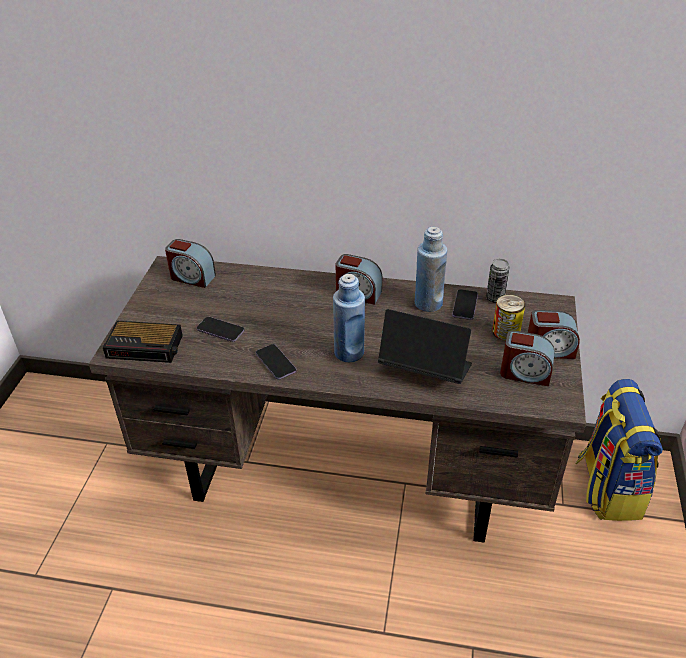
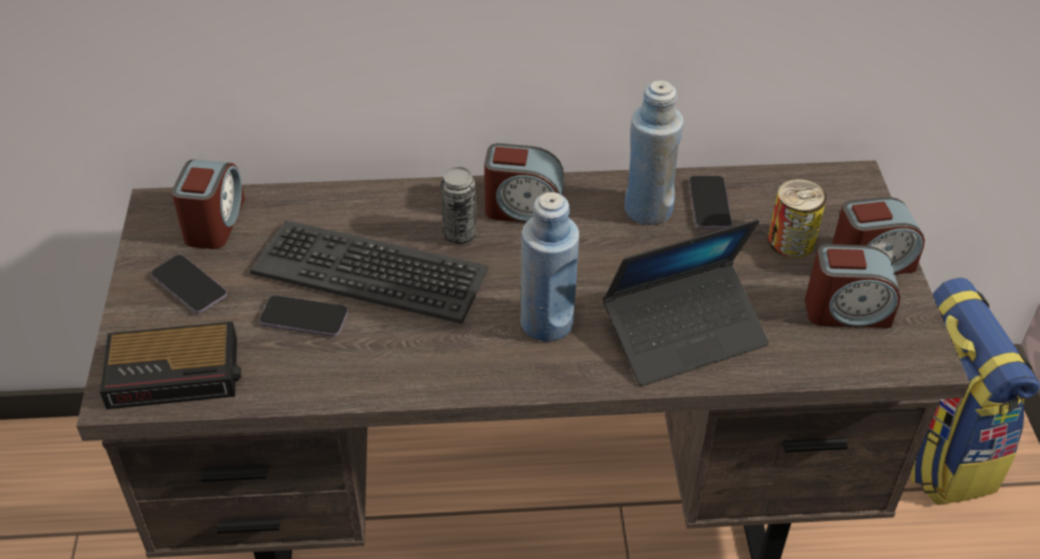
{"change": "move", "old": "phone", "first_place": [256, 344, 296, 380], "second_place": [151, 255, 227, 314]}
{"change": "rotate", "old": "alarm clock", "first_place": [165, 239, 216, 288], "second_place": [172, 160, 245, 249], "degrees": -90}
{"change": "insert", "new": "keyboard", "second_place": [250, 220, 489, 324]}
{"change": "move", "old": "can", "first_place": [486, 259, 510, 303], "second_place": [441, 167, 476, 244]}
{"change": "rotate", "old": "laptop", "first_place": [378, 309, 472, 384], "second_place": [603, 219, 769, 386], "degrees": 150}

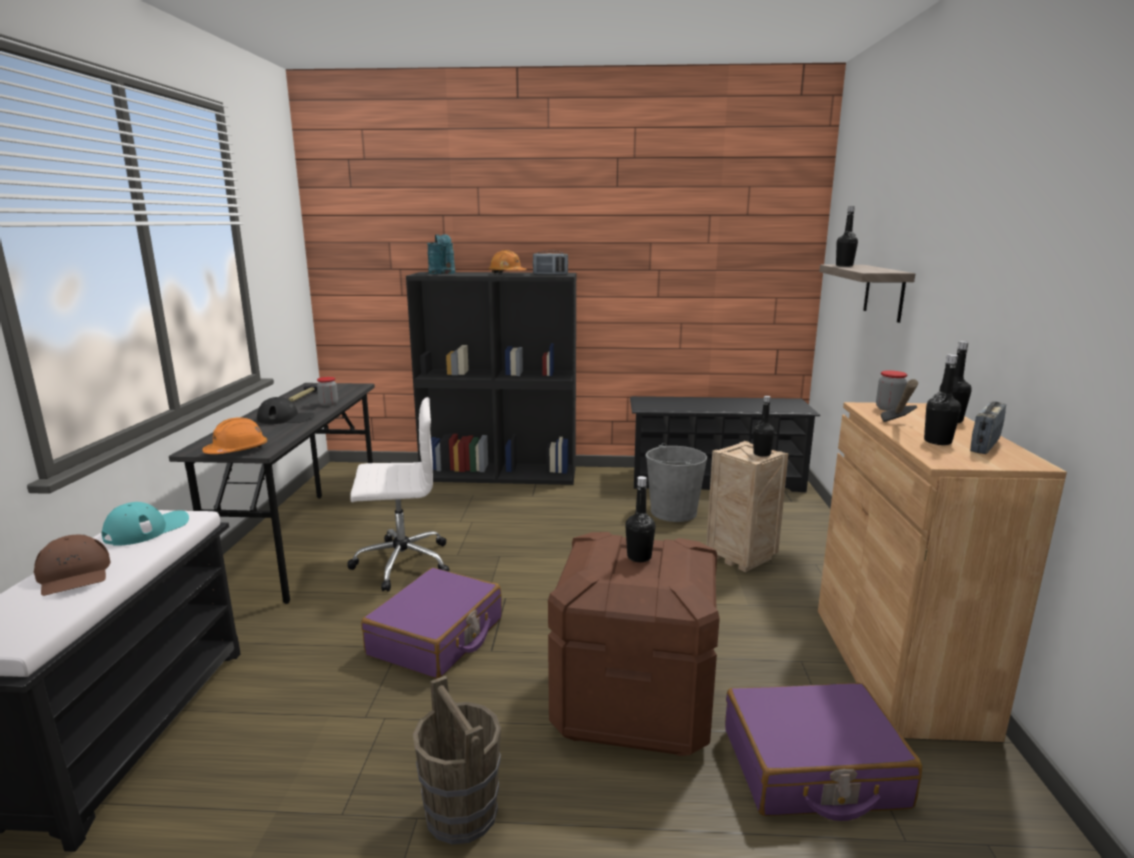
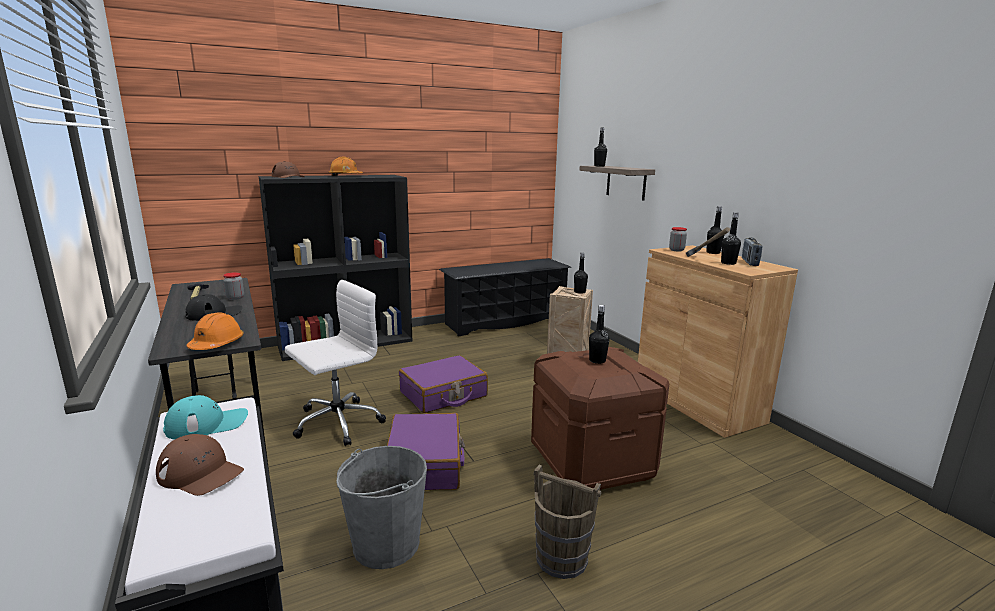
{"change": "rotate", "old": "cap/turquoise", "first_place": [102, 502, 189, 546], "second_place": [163, 395, 248, 440], "degrees": 60}
{"change": "replace", "old": "watering can/turquoise", "new": "cap/brown", "first_place": [427, 234, 455, 274], "second_place": [272, 161, 305, 178]}
{"change": "move", "old": "bucket/grey", "first_place": [646, 443, 707, 522], "second_place": [336, 446, 427, 569]}
{"change": "move", "old": "suitcase/purple", "first_place": [725, 683, 922, 821], "second_place": [399, 355, 488, 413]}
{"change": "delete", "old": "radio", "first_place": [533, 251, 568, 275]}

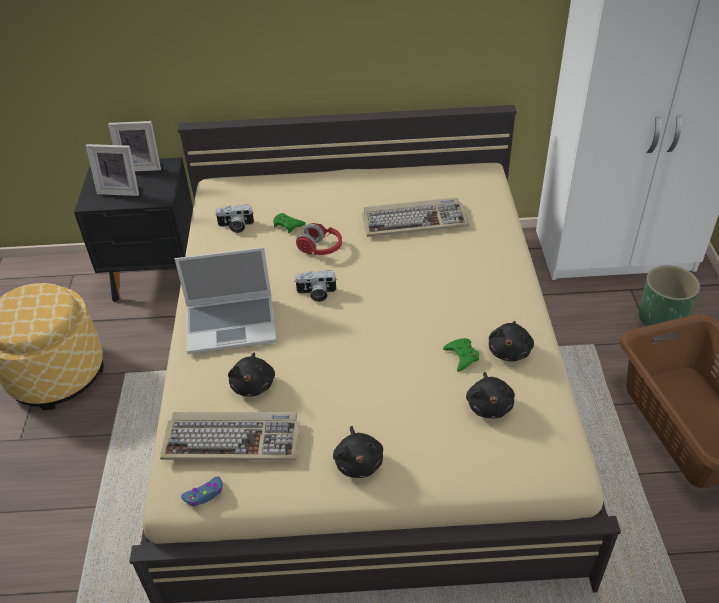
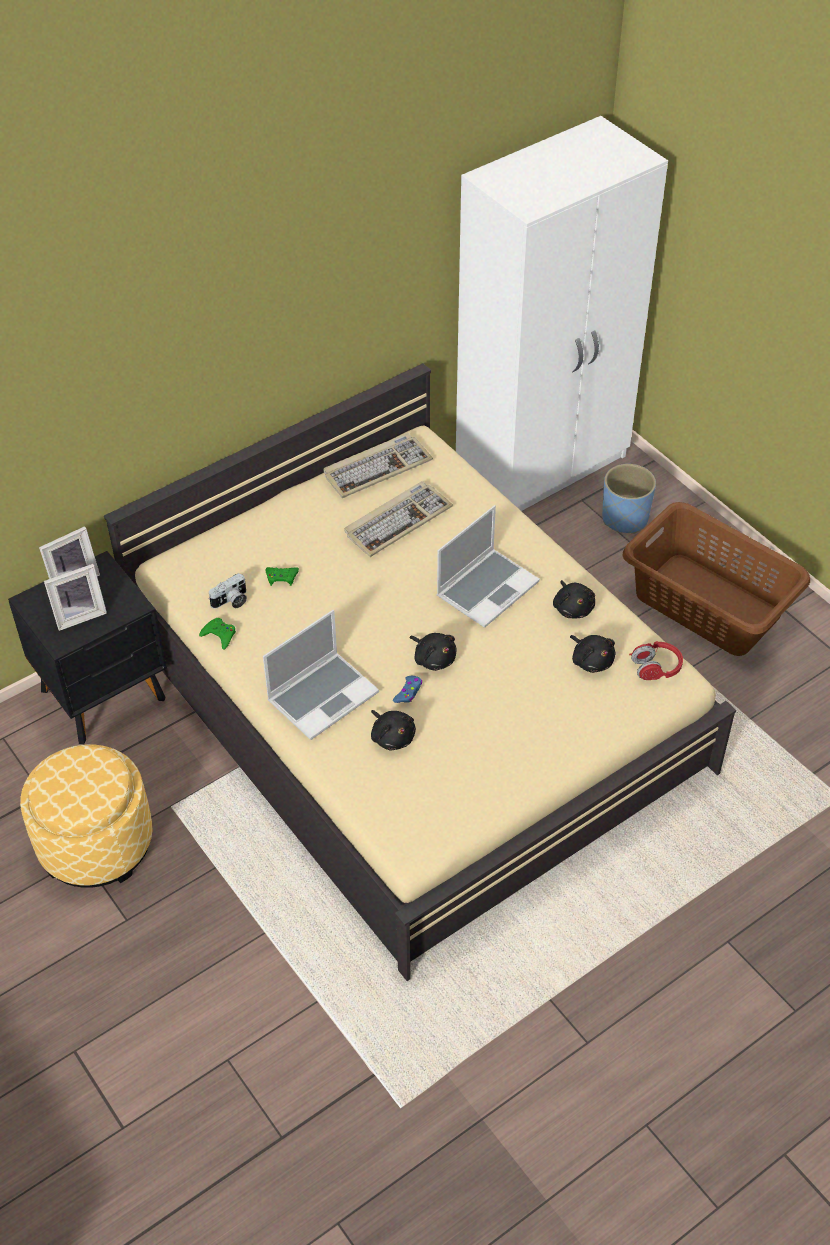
{"change": "move", "old": "game controller/green", "first_place": [443, 338, 479, 372], "second_place": [199, 618, 236, 650]}
{"change": "move", "old": "keyboard", "first_place": [160, 412, 300, 461], "second_place": [324, 433, 433, 498]}
{"change": "move", "old": "game controller/blue", "first_place": [181, 476, 223, 507], "second_place": [393, 676, 422, 703]}
{"change": "move", "old": "plush toy/black", "first_place": [333, 426, 383, 478], "second_place": [410, 633, 457, 671]}
{"change": "insert", "new": "laptop", "second_place": [437, 505, 540, 628]}
{"change": "recolor", "old": "planter/green", "new": "planter/blue", "first_place": [639, 265, 700, 334], "second_place": [602, 464, 656, 534]}
{"change": "move", "old": "headphones/red", "first_place": [296, 223, 342, 255], "second_place": [629, 641, 683, 680]}
{"change": "delete", "old": "photo camera", "first_place": [294, 270, 337, 302]}

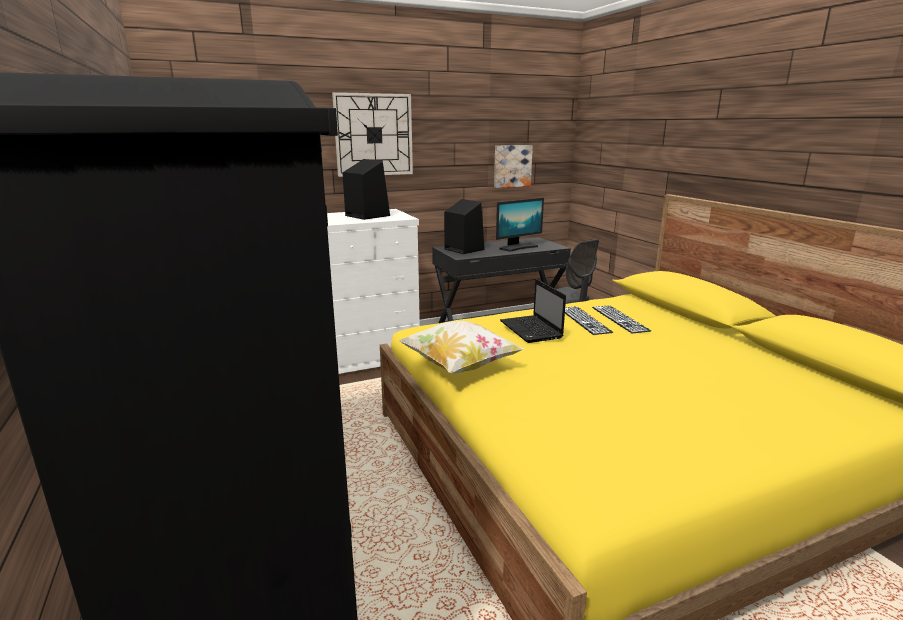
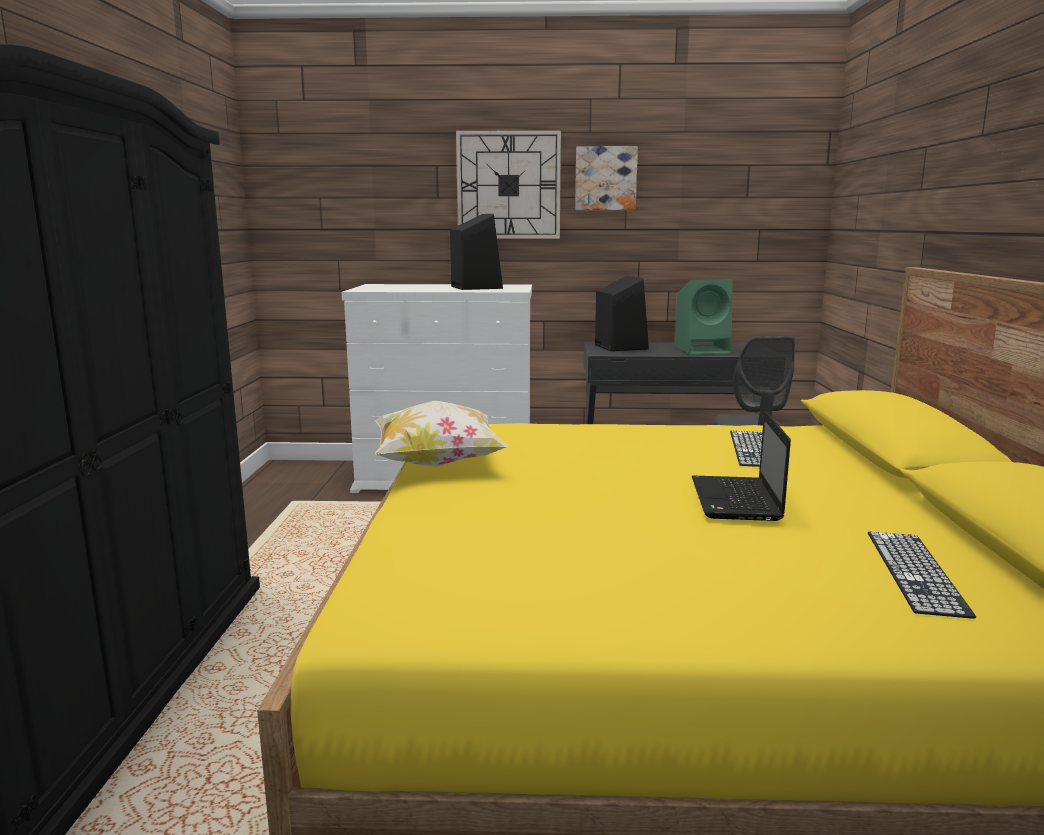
{"change": "move", "old": "picture", "first_place": [494, 145, 533, 188], "second_place": [575, 146, 638, 210]}
{"change": "replace", "old": "monitor", "new": "speaker/green", "first_place": [496, 198, 544, 252], "second_place": [675, 279, 733, 355]}
{"change": "move", "old": "laptop", "first_place": [500, 279, 566, 343], "second_place": [692, 411, 791, 521]}
{"change": "move", "old": "keyboard", "first_place": [565, 306, 613, 335], "second_place": [868, 532, 976, 619]}

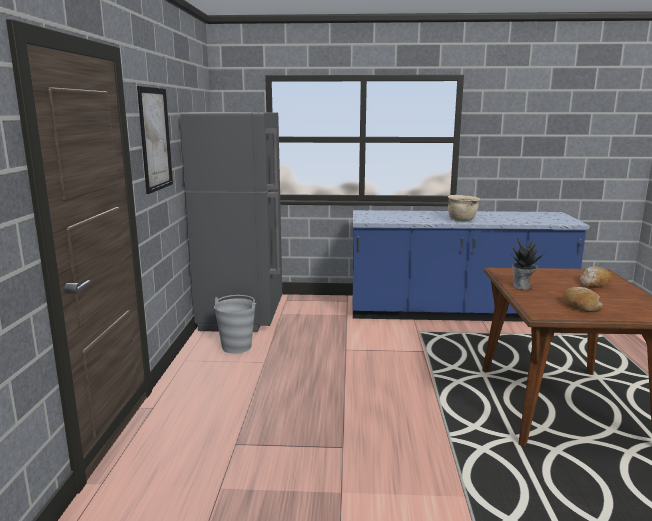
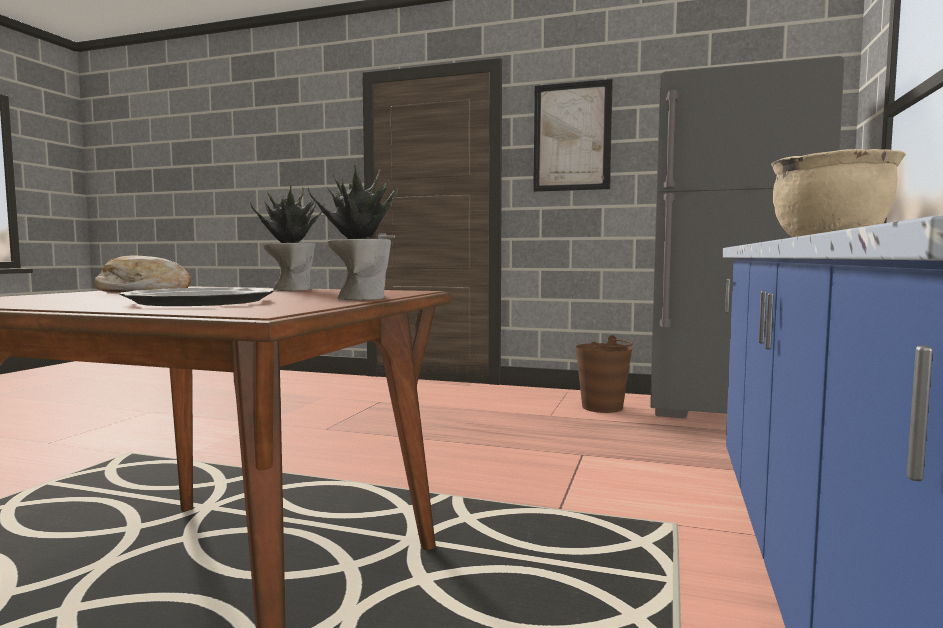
{"change": "replace", "old": "bread", "new": "plate", "first_place": [580, 266, 612, 288], "second_place": [119, 287, 275, 306]}
{"change": "insert", "new": "potted plant", "second_place": [308, 163, 398, 300]}
{"change": "recolor", "old": "bucket/grey", "new": "bucket/brown", "first_place": [214, 295, 256, 353], "second_place": [576, 335, 633, 413]}

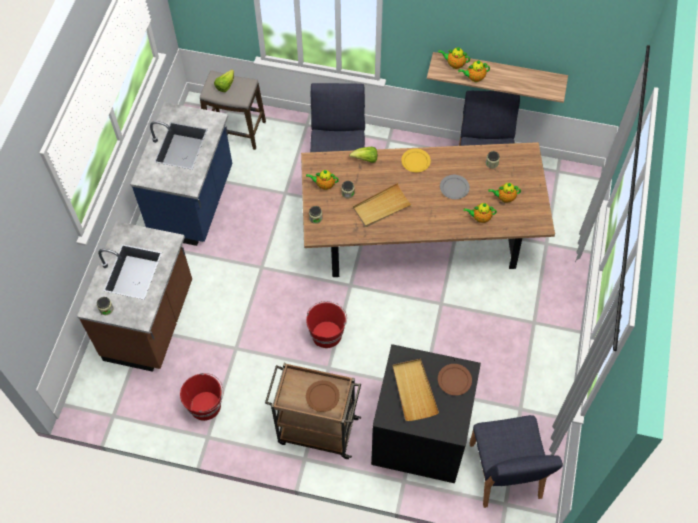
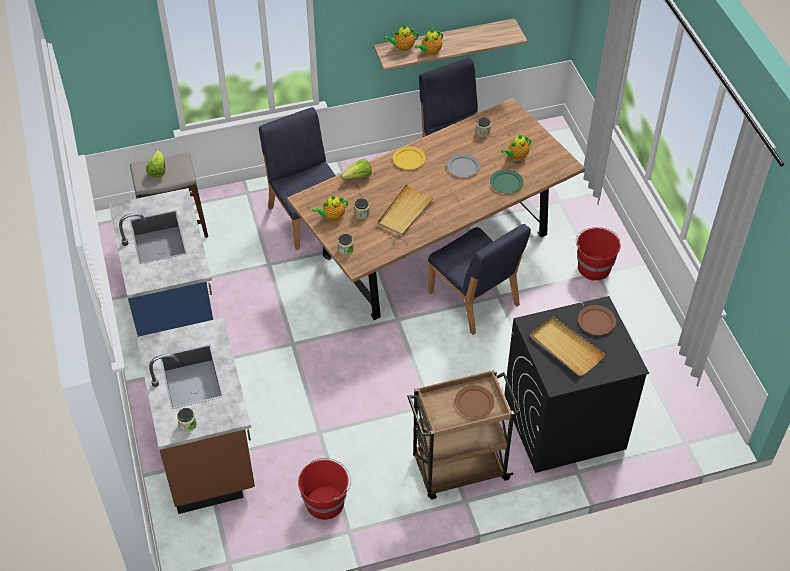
{"change": "move", "old": "chair/blue", "first_place": [469, 415, 563, 508], "second_place": [428, 224, 531, 335]}
{"change": "replace", "old": "teapot", "new": "plate/green", "first_place": [463, 203, 497, 223], "second_place": [490, 169, 524, 193]}
{"change": "move", "old": "bucket/red", "first_place": [306, 301, 347, 348], "second_place": [576, 227, 621, 281]}

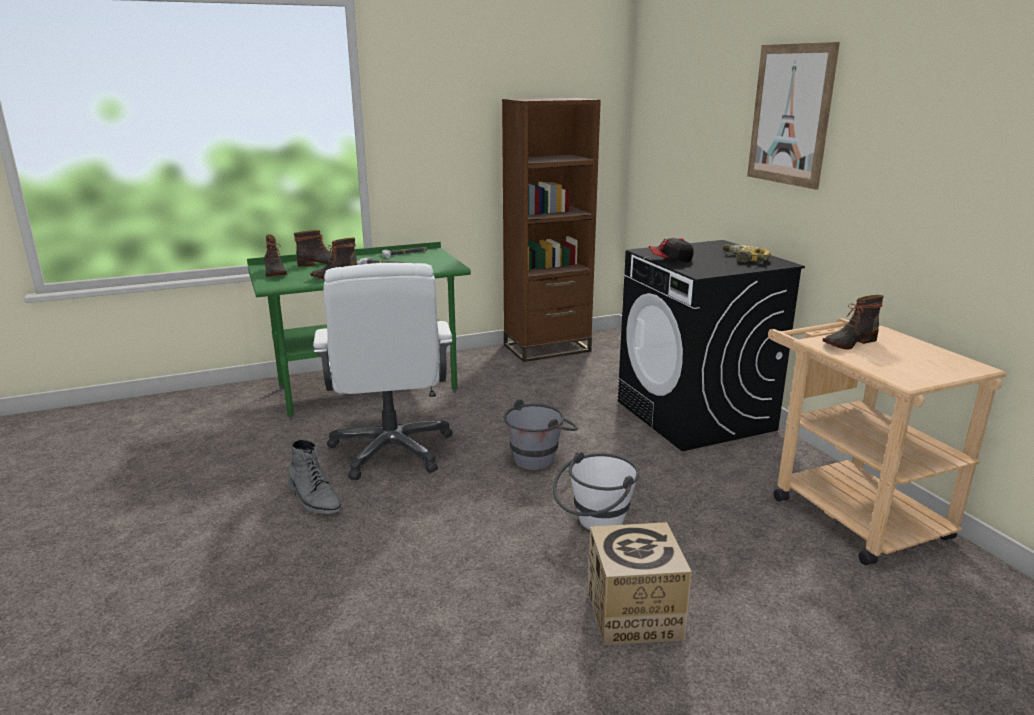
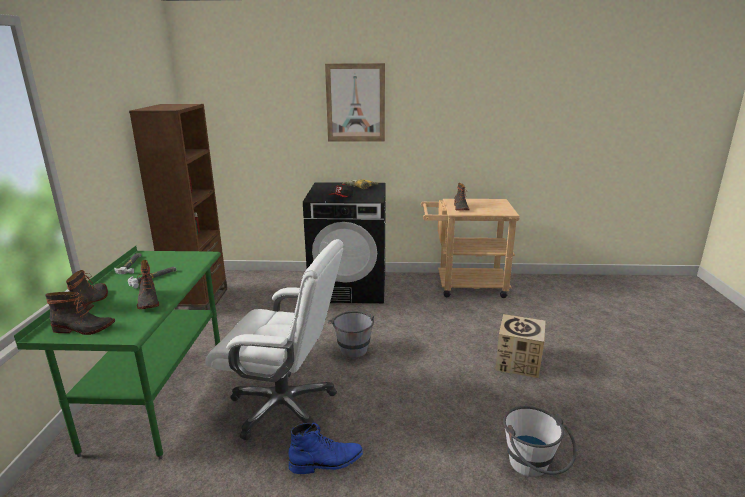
{"change": "recolor", "old": "boot/grey", "new": "boot/blue", "first_place": [289, 439, 343, 514], "second_place": [288, 423, 363, 474]}
{"change": "move", "old": "bucket/white", "first_place": [553, 451, 639, 530], "second_place": [503, 406, 577, 477]}

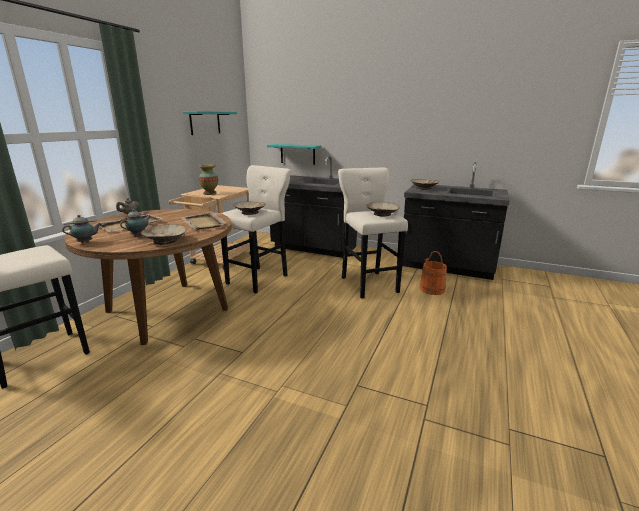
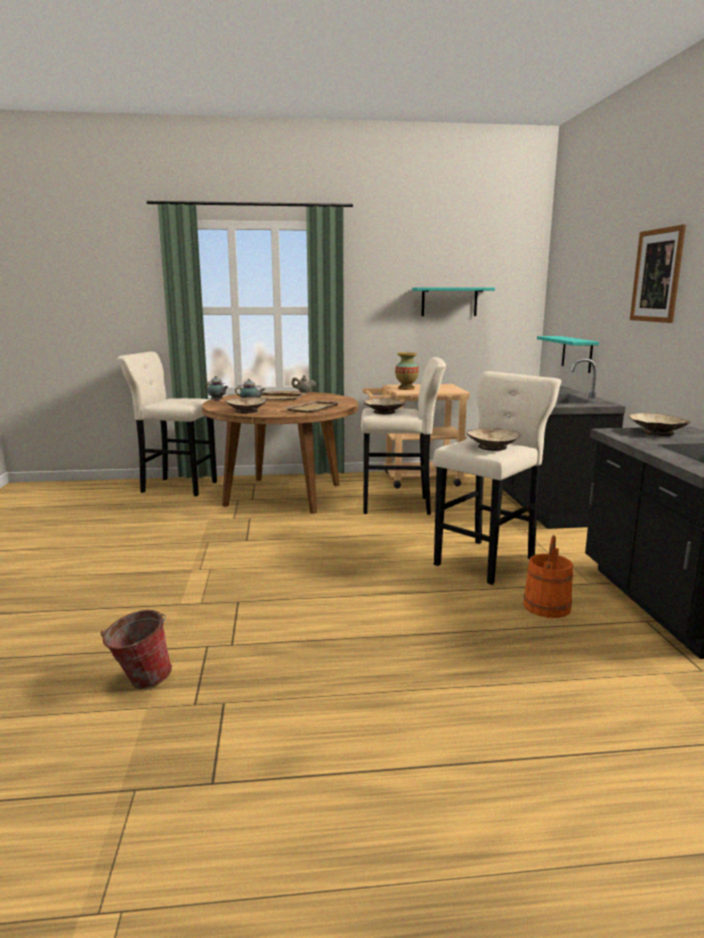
{"change": "insert", "new": "bucket", "second_place": [101, 610, 172, 689]}
{"change": "insert", "new": "picture", "second_place": [630, 224, 686, 323]}

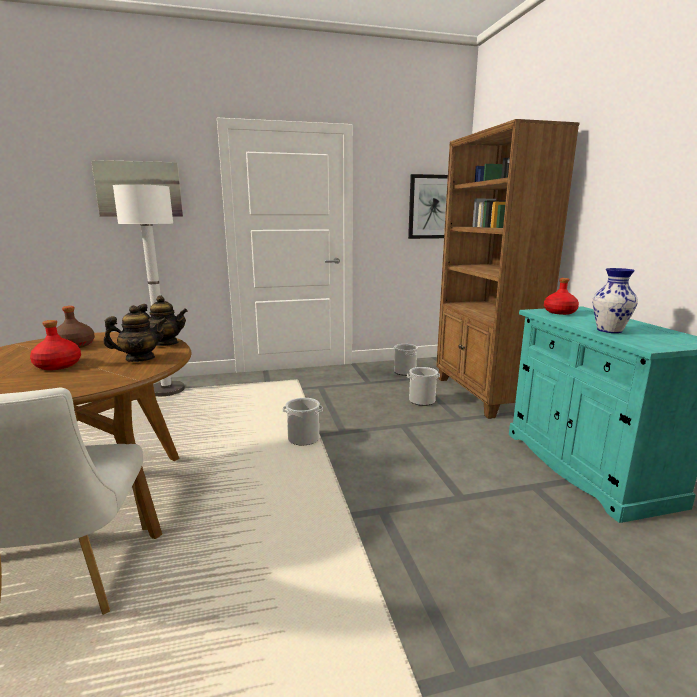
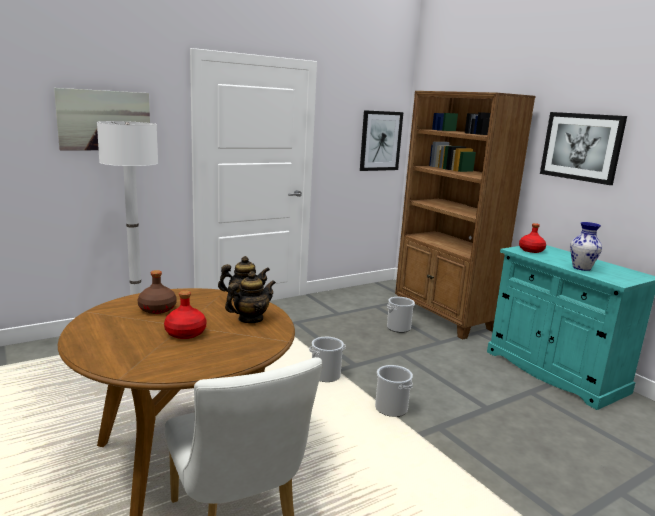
{"change": "move", "old": "bucket", "first_place": [394, 344, 418, 376], "second_place": [375, 365, 413, 417]}
{"change": "insert", "new": "picture", "second_place": [540, 112, 627, 185]}

